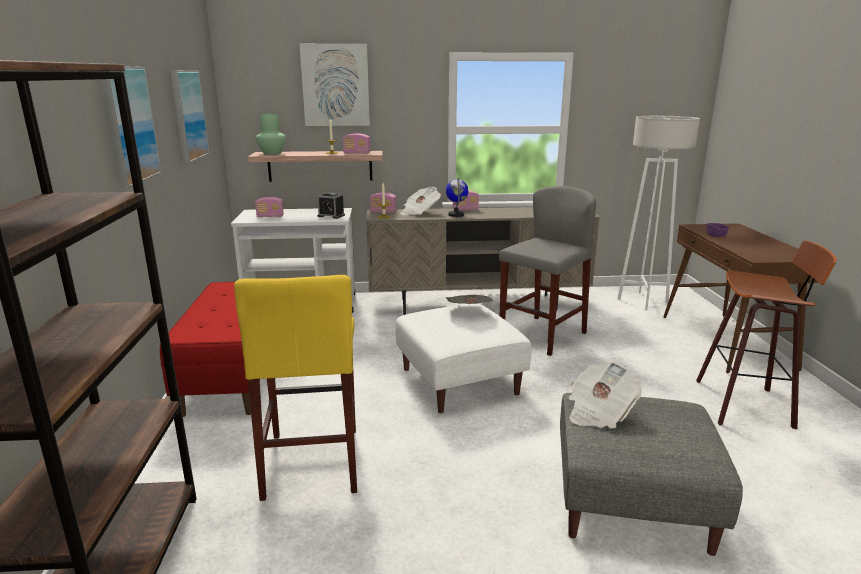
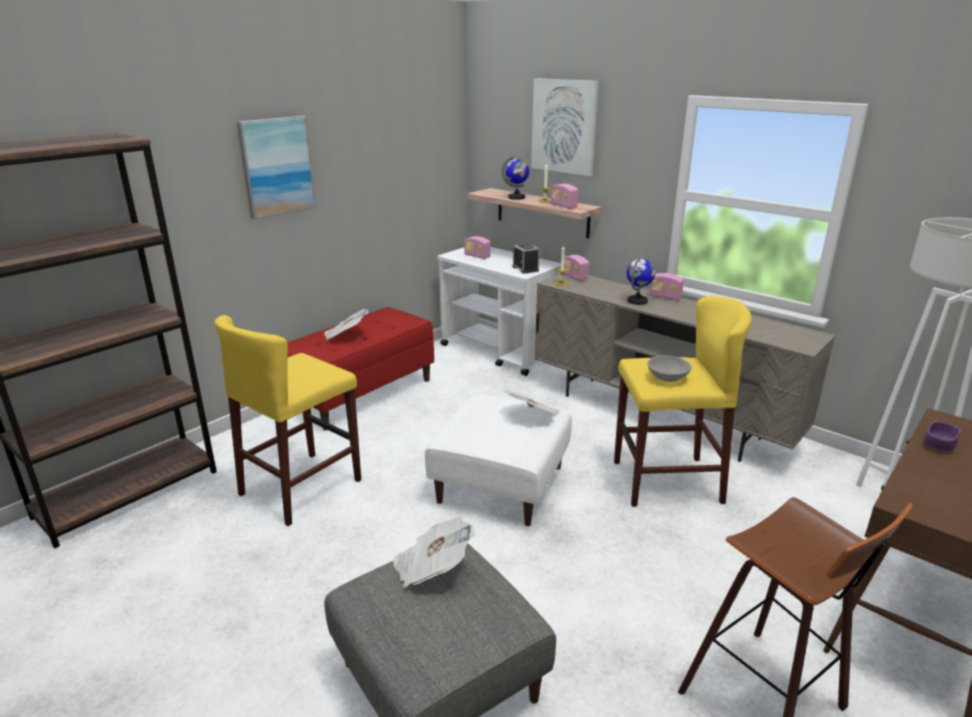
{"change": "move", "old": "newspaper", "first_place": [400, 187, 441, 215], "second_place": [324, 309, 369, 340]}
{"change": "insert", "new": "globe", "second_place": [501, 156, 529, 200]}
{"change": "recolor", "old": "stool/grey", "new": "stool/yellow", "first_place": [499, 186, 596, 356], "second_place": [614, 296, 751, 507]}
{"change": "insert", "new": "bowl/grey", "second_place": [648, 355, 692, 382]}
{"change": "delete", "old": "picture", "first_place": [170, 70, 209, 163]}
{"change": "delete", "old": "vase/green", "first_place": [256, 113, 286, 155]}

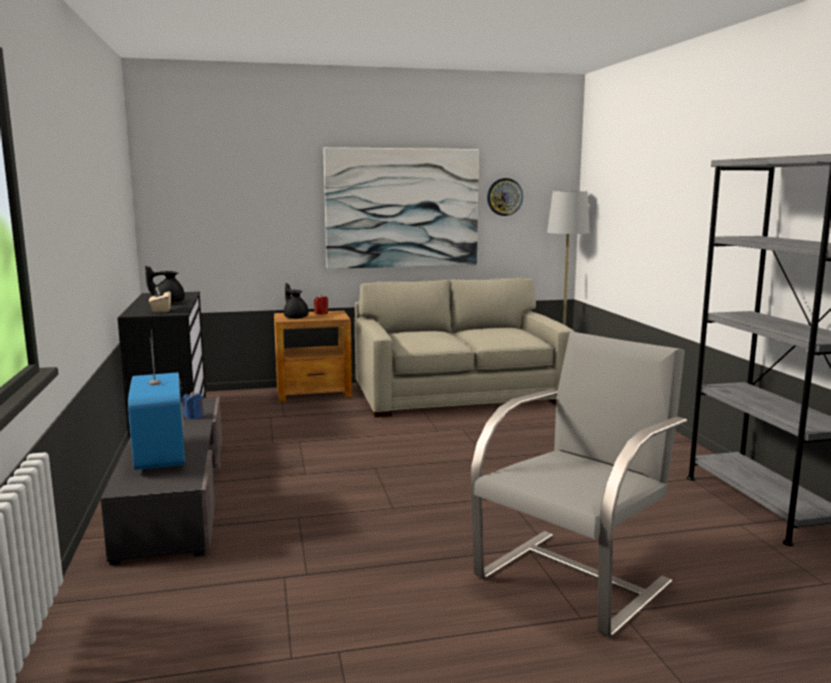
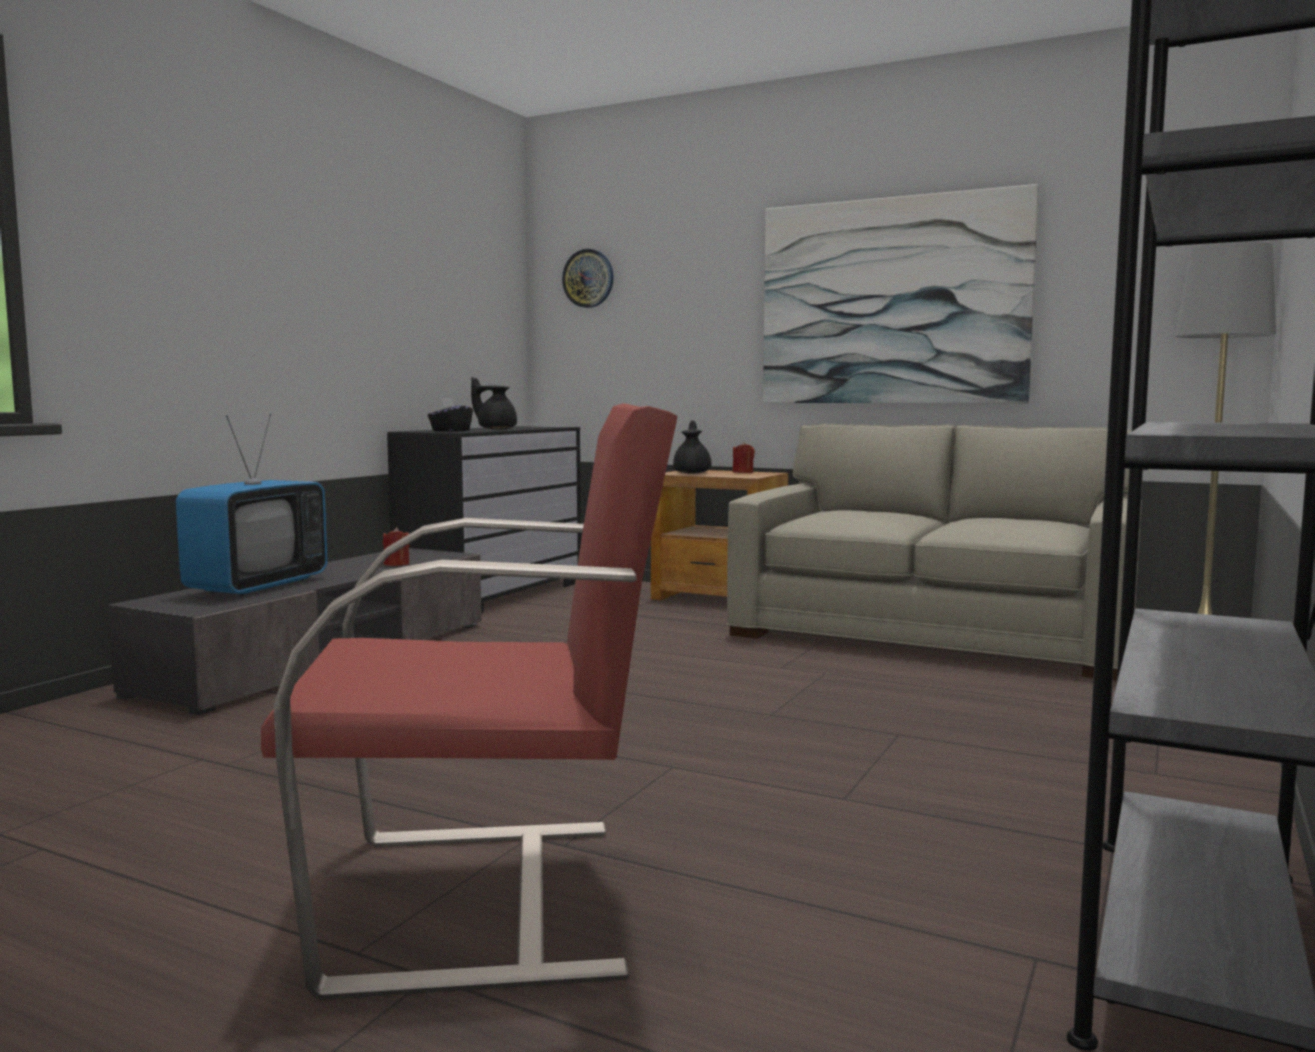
{"change": "recolor", "old": "armchair/grey", "new": "armchair/red", "first_place": [471, 331, 687, 638], "second_place": [261, 403, 678, 1000]}
{"change": "recolor", "old": "candle/blue", "new": "candle/red", "first_place": [183, 391, 203, 419], "second_place": [383, 527, 410, 566]}
{"change": "recolor", "old": "tissue box/beige", "new": "tissue box/black", "first_place": [149, 287, 171, 313], "second_place": [428, 398, 473, 432]}
{"change": "move", "old": "wall clock", "first_place": [487, 178, 523, 216], "second_place": [562, 249, 614, 308]}

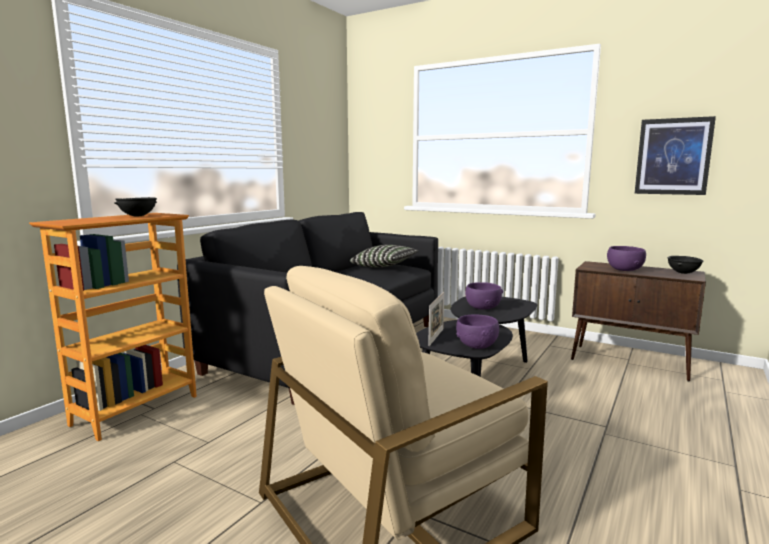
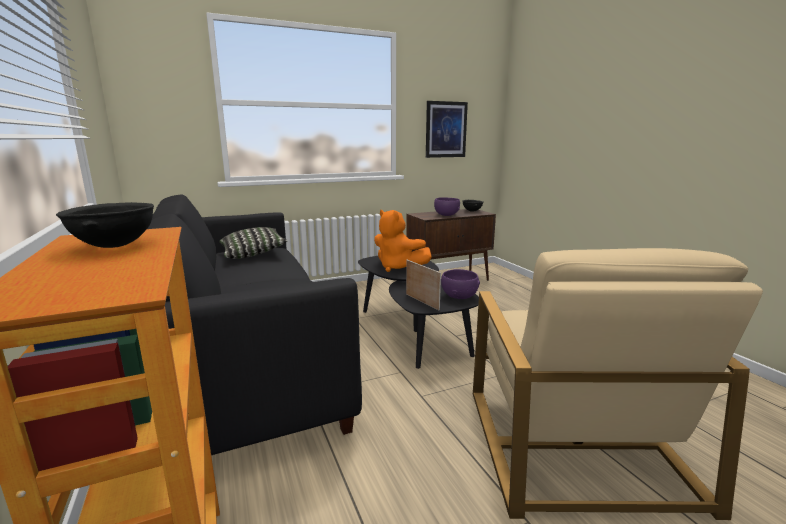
{"change": "replace", "old": "bowl/purple", "new": "plush toy/orange", "first_place": [465, 282, 503, 309], "second_place": [374, 210, 432, 272]}

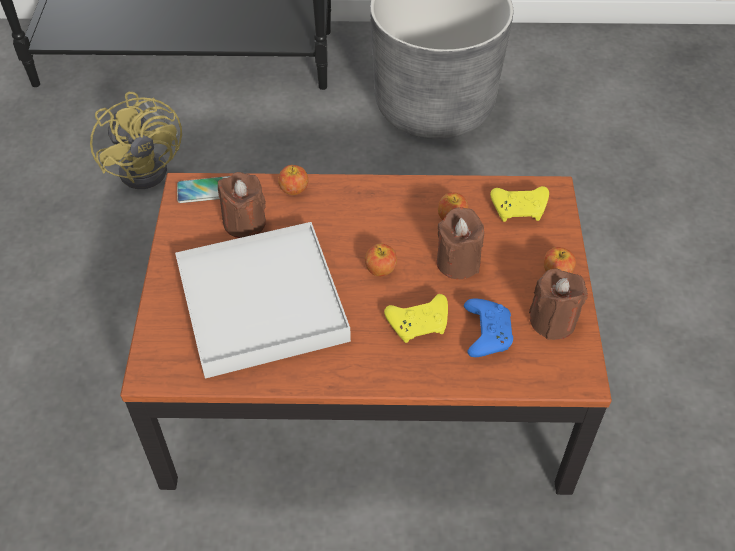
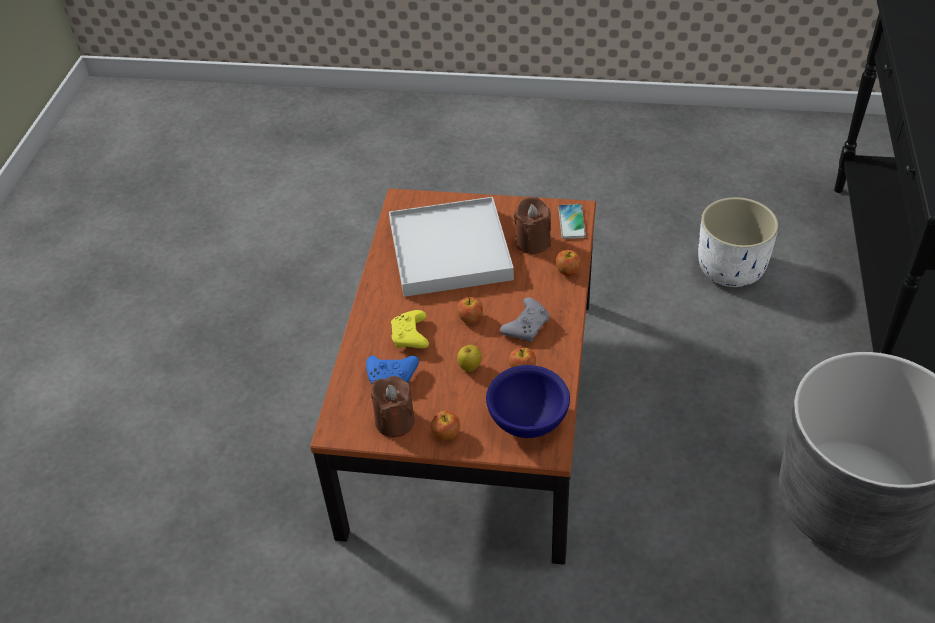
{"change": "replace", "old": "candle/brown", "new": "apple", "first_place": [437, 207, 484, 279], "second_place": [457, 345, 482, 372]}
{"change": "replace", "old": "game controller/yellow", "new": "bowl/blue", "first_place": [490, 186, 549, 222], "second_place": [486, 365, 570, 438]}
{"change": "insert", "new": "game controller/grey", "second_place": [500, 297, 550, 342]}
{"change": "replace", "old": "fan/yellow", "new": "planter/white", "first_place": [90, 92, 182, 189], "second_place": [698, 197, 779, 287]}

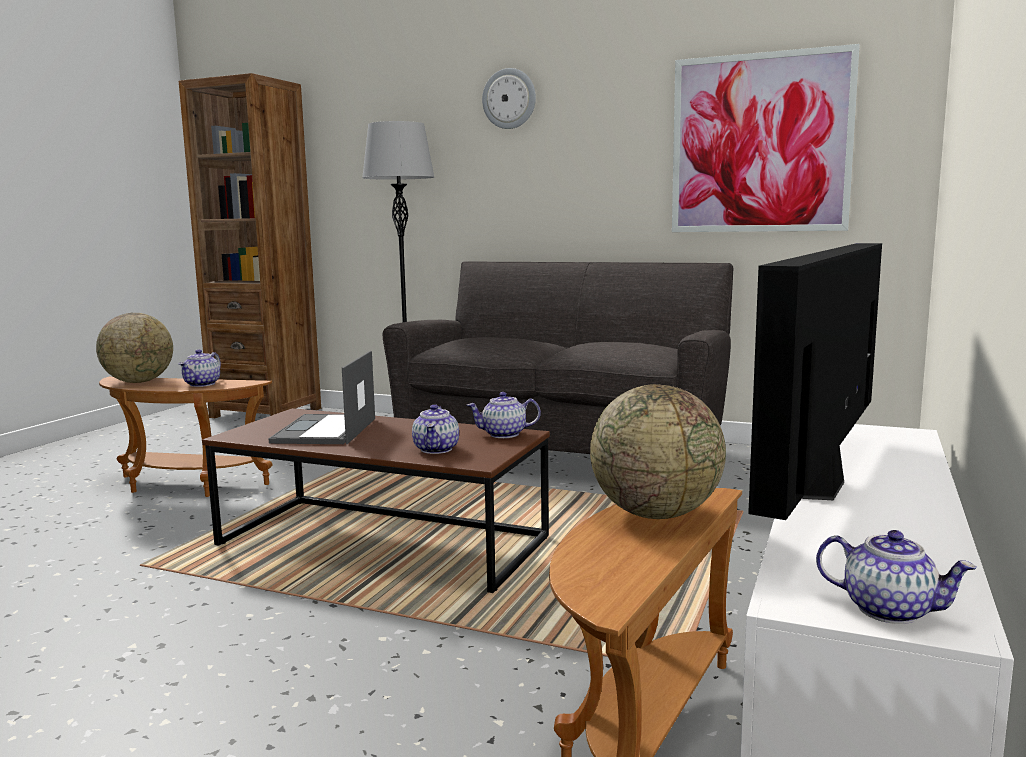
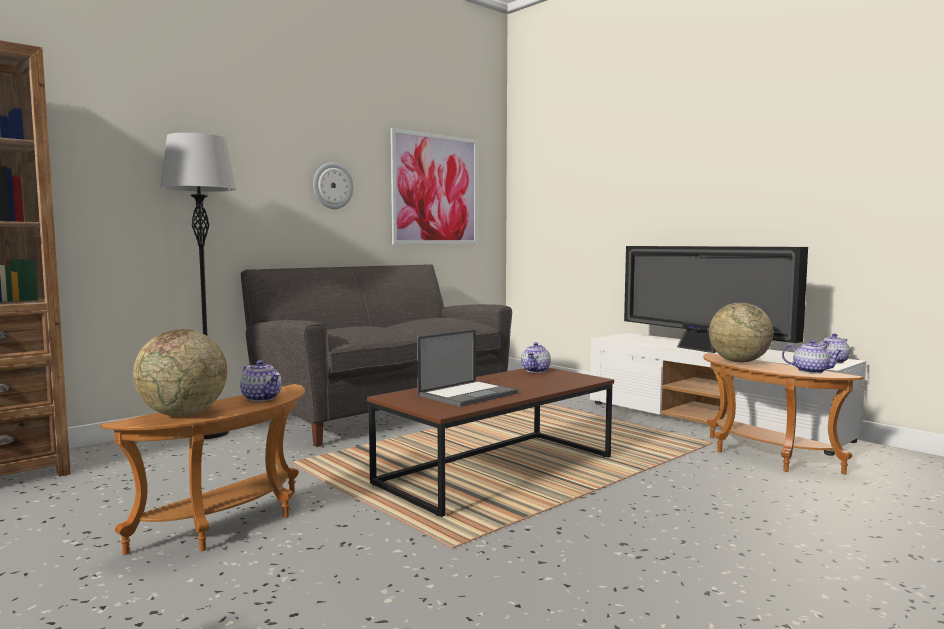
{"change": "move", "old": "wall clock", "first_place": [482, 68, 536, 129], "second_place": [313, 163, 354, 209]}
{"change": "rotate", "old": "laptop", "first_place": [269, 351, 375, 444], "second_place": [417, 329, 518, 407], "degrees": -75}
{"change": "move", "old": "teapot", "first_place": [412, 404, 459, 454], "second_place": [782, 340, 844, 374]}

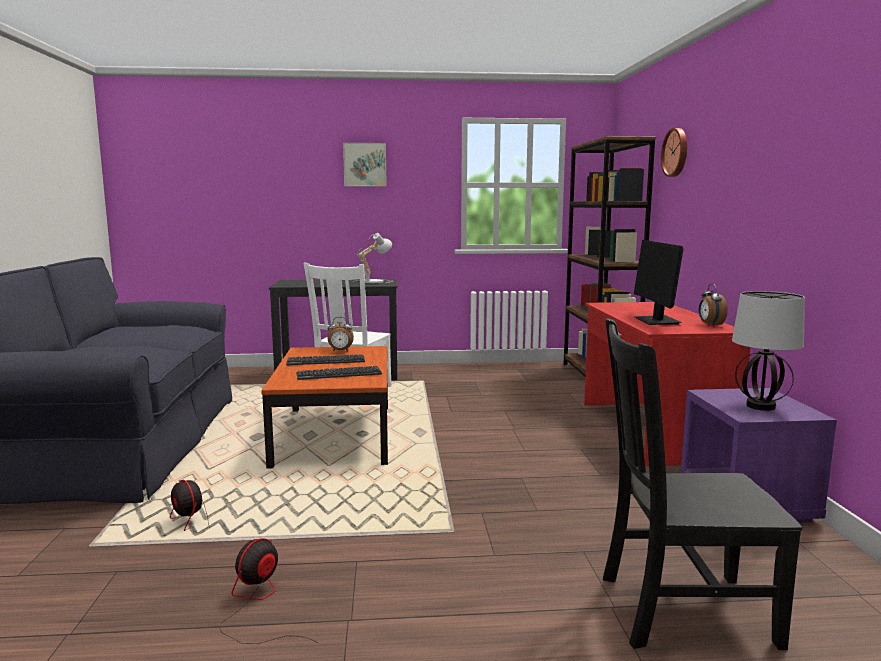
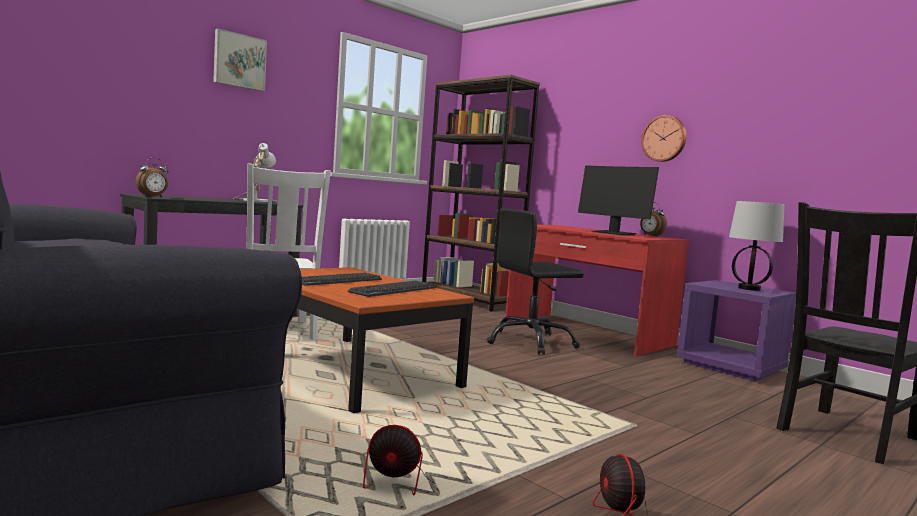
{"change": "move", "old": "alarm clock", "first_place": [327, 317, 354, 352], "second_place": [136, 158, 168, 197]}
{"change": "insert", "new": "office chair/black", "second_place": [487, 209, 584, 355]}
{"change": "move", "old": "wall clock", "first_place": [661, 128, 687, 177], "second_place": [641, 115, 687, 162]}

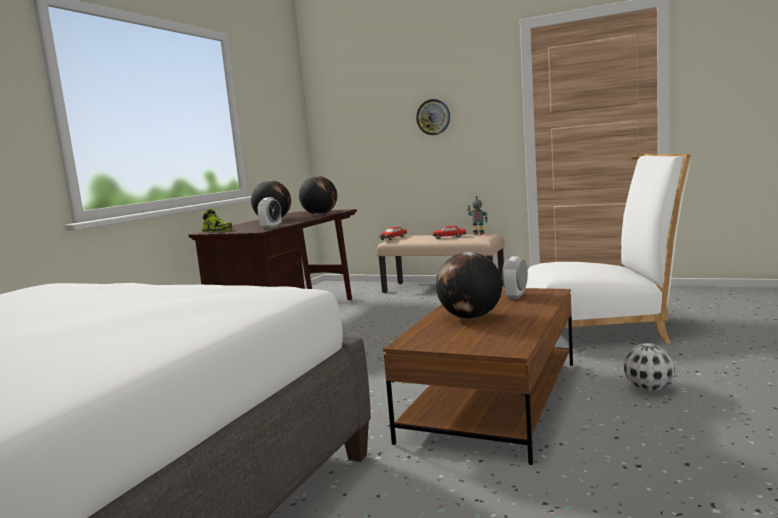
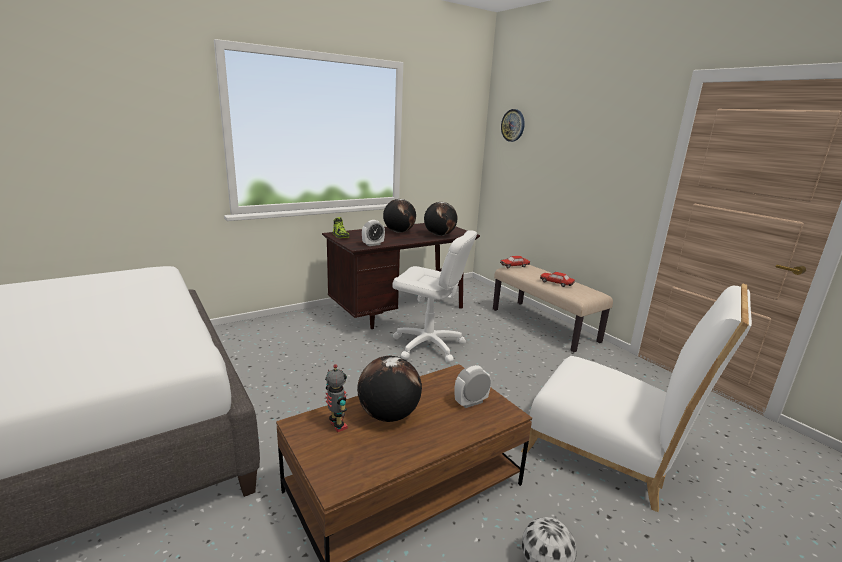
{"change": "move", "old": "toy robot", "first_place": [467, 196, 488, 235], "second_place": [325, 364, 348, 432]}
{"change": "insert", "new": "office chair/white", "second_place": [392, 230, 477, 362]}
{"change": "move", "old": "wall clock", "first_place": [416, 99, 450, 135], "second_place": [501, 109, 525, 142]}

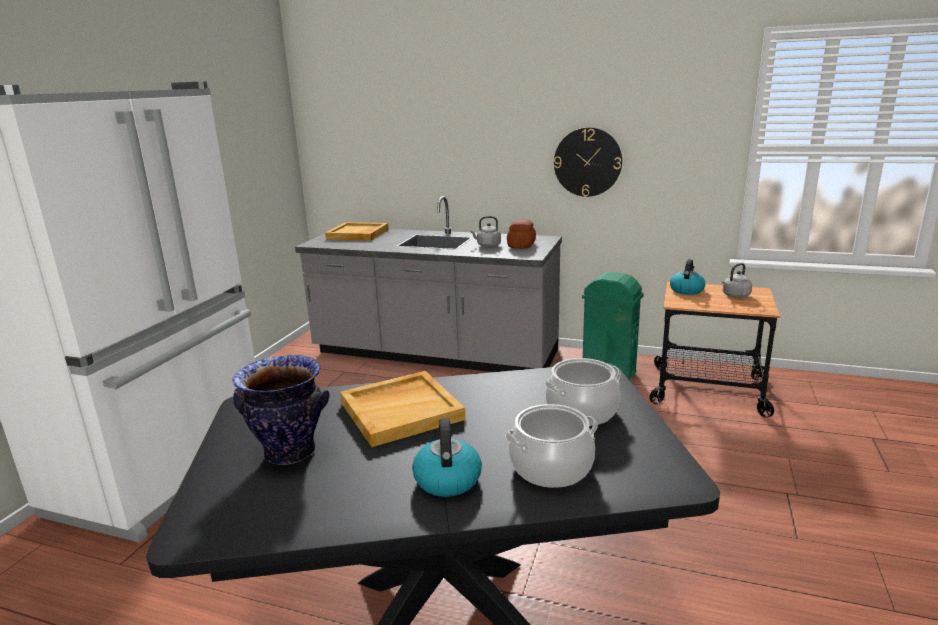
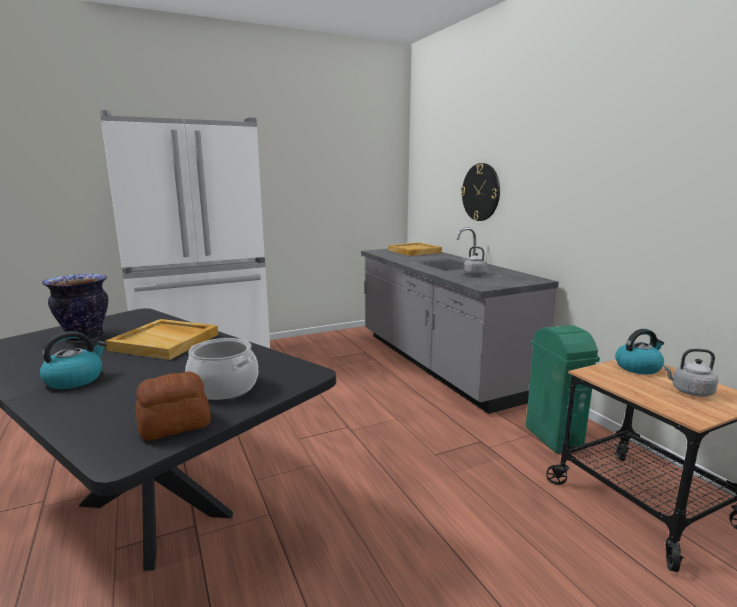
{"change": "move", "old": "bread", "first_place": [507, 219, 536, 249], "second_place": [135, 371, 211, 441]}
{"change": "move", "old": "wall clock", "first_place": [554, 127, 622, 197], "second_place": [461, 163, 500, 221]}
{"change": "delete", "old": "cooking pot", "first_place": [505, 404, 598, 488]}

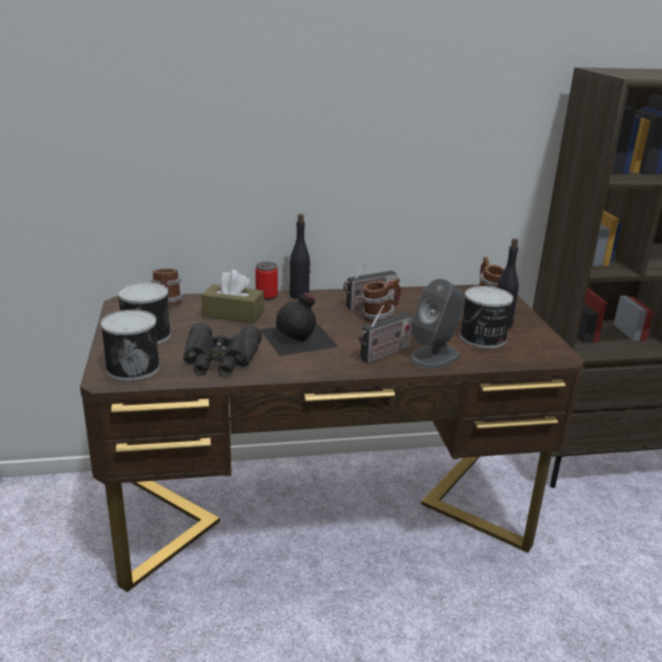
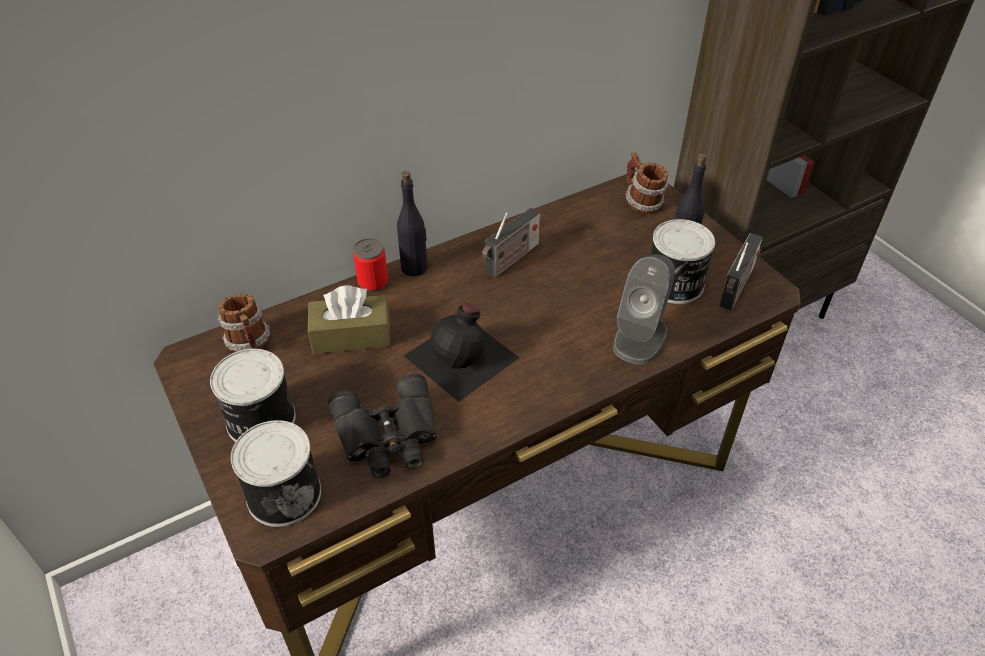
{"change": "move", "old": "radio", "first_place": [359, 305, 413, 363], "second_place": [719, 233, 763, 310]}
{"change": "delete", "old": "mug", "first_place": [361, 278, 401, 322]}

